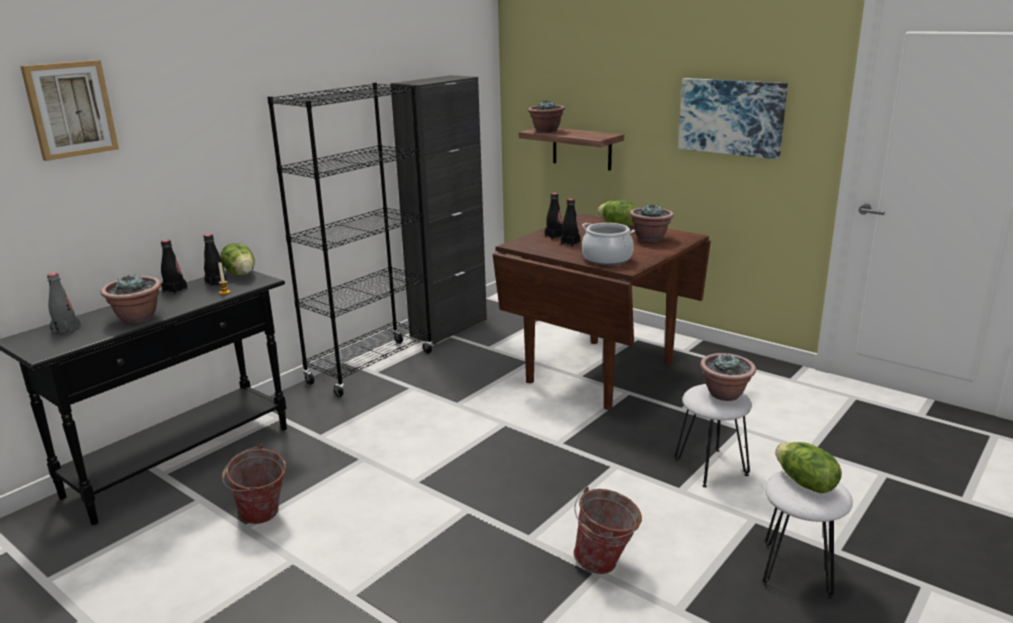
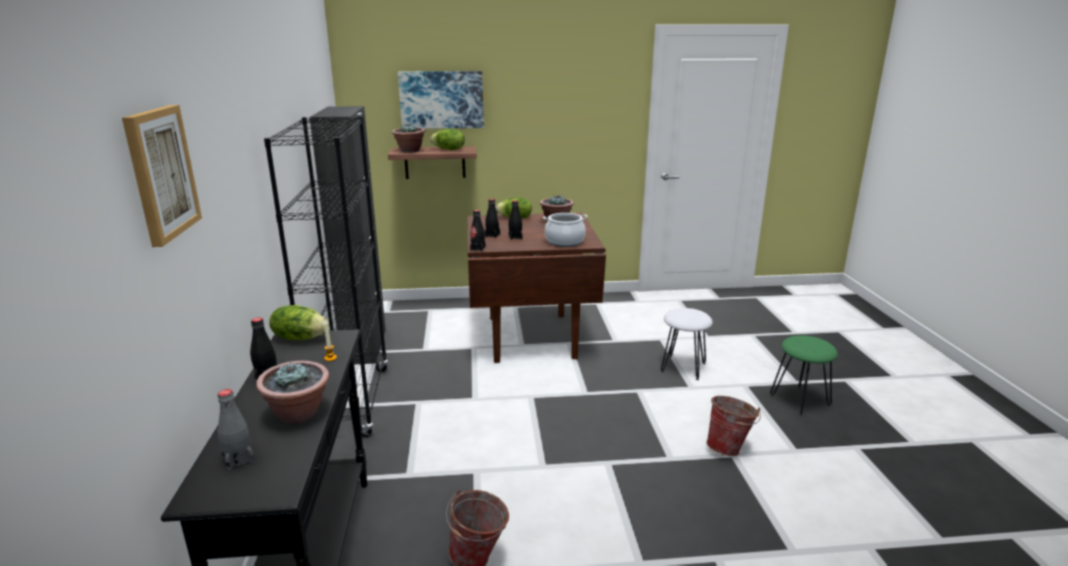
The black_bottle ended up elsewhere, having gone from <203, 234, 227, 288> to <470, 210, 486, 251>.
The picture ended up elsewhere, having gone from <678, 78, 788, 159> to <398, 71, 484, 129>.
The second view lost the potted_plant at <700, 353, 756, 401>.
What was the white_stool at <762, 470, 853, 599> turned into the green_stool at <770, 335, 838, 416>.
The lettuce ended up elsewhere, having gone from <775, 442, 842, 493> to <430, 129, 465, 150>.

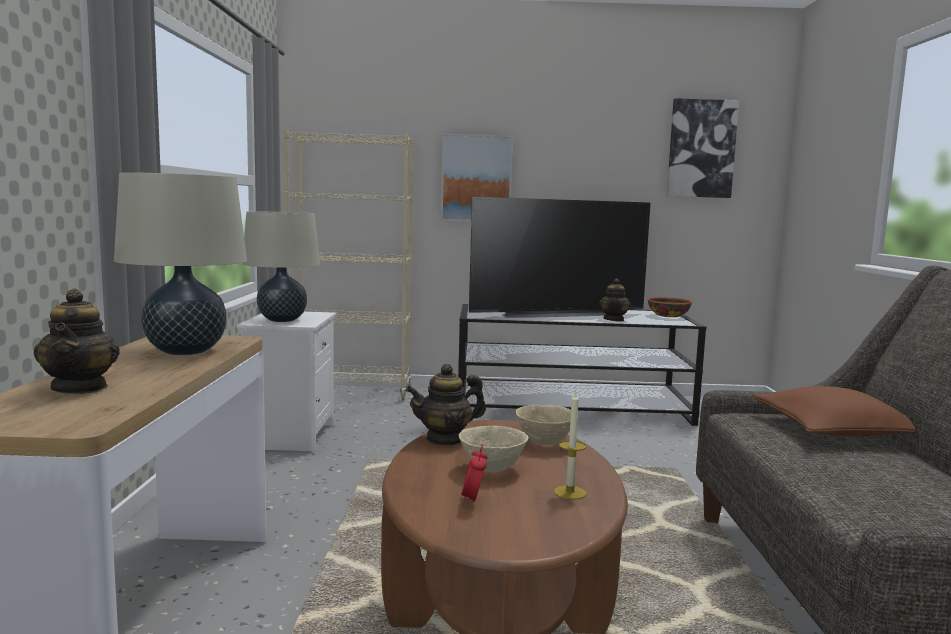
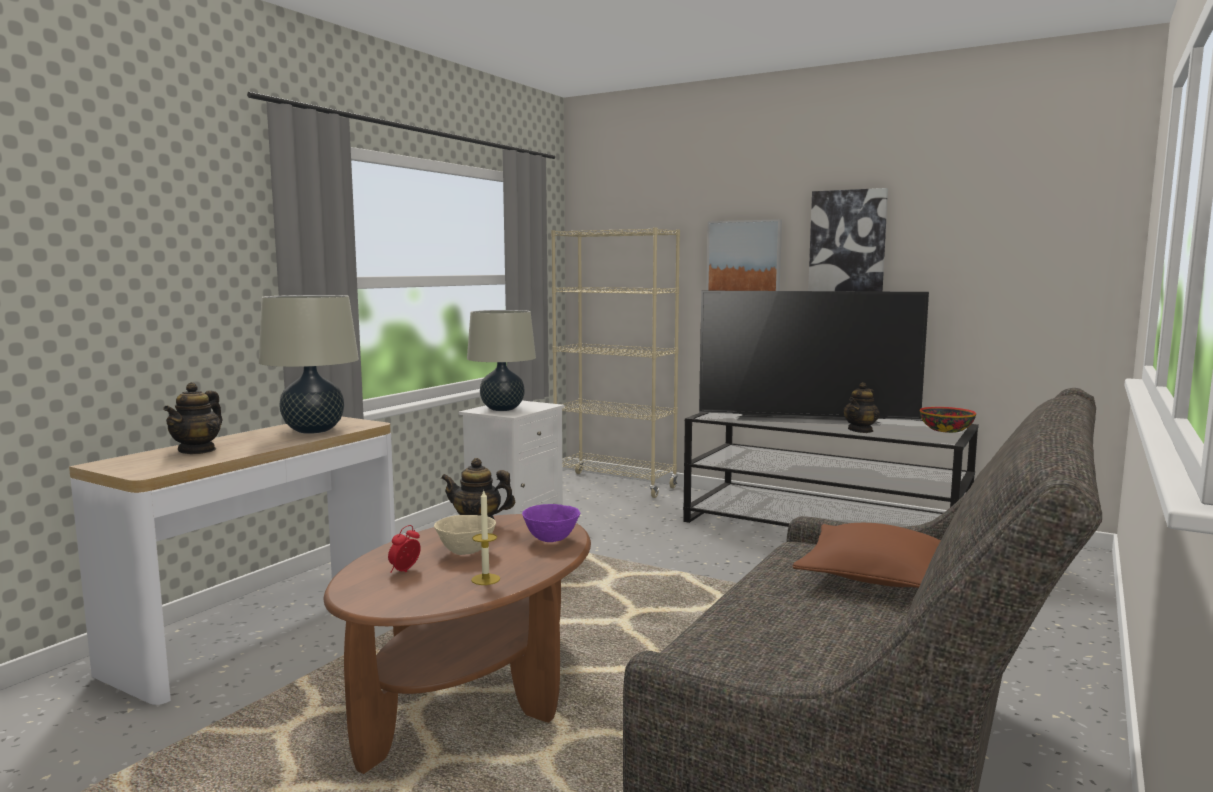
What was the beige_bowl at <516, 405, 571, 445> turned into the purple_bowl at <522, 504, 580, 542>.
The picture ended up elsewhere, having gone from <667, 98, 739, 198> to <808, 188, 888, 292>.

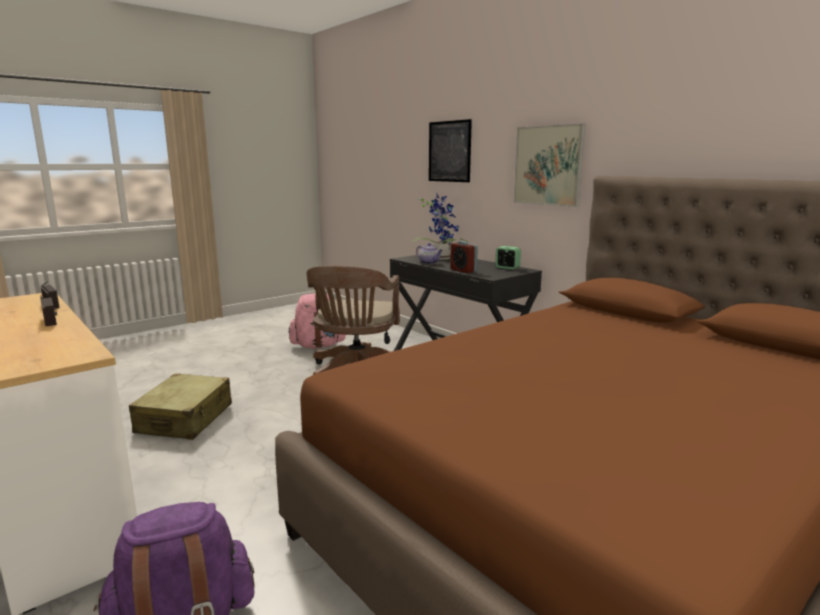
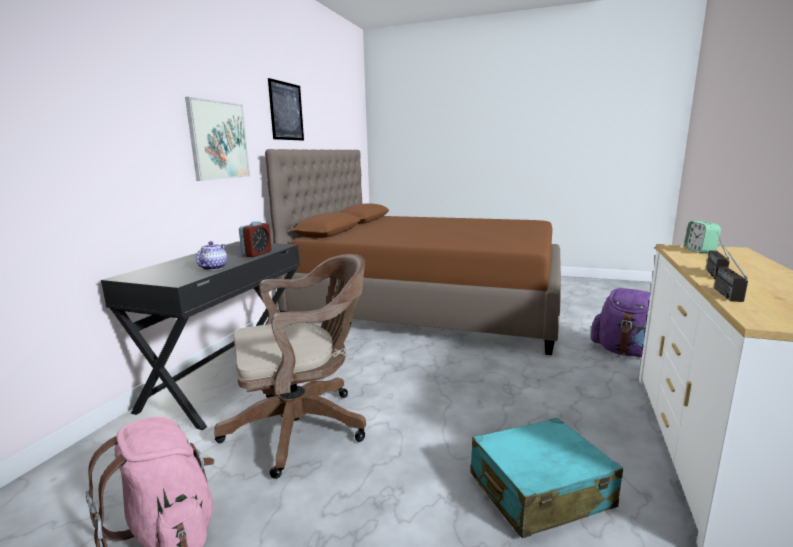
What was the beige_suitcase at <129, 373, 232, 440> turned into the turquoise_suitcase at <470, 418, 623, 538>.
The second view lost the potted_plant at <410, 193, 468, 260>.
The picture ended up elsewhere, having gone from <429, 119, 472, 182> to <268, 78, 304, 141>.
The alarm_clock ended up elsewhere, having gone from <496, 246, 521, 270> to <684, 221, 721, 254>.

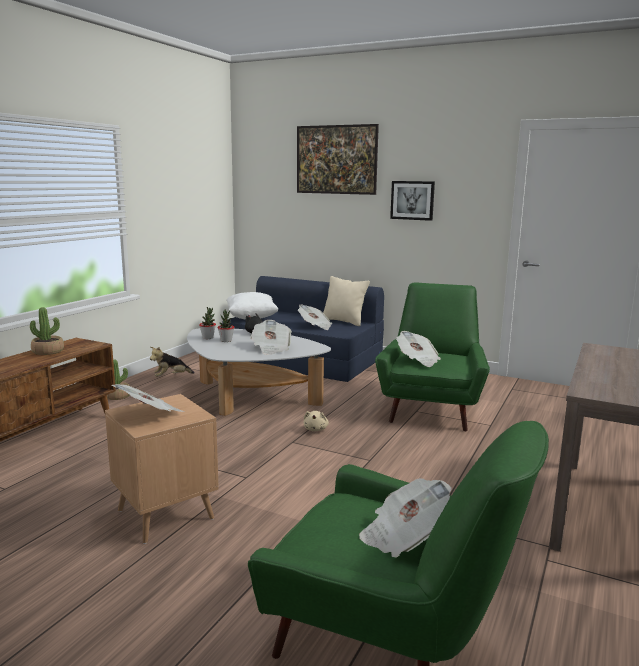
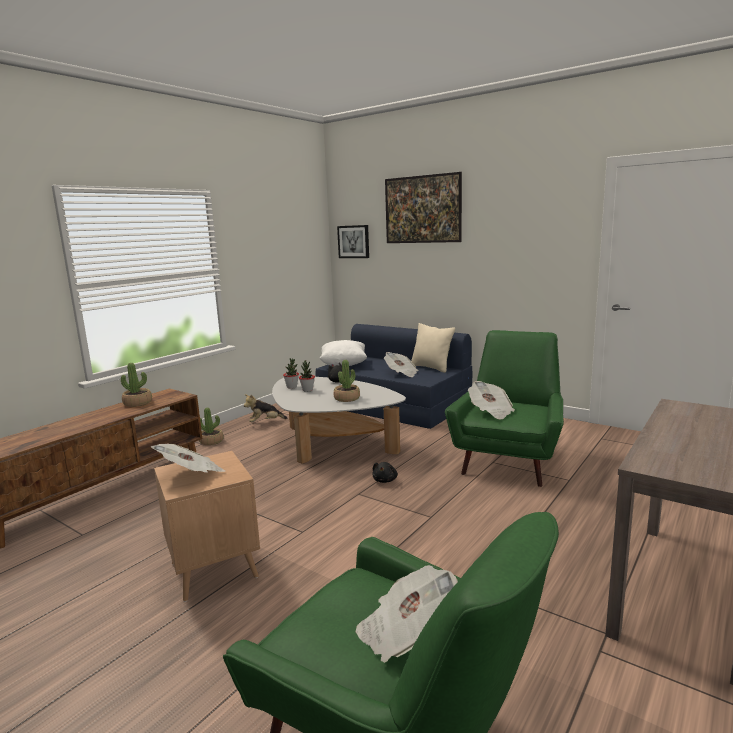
Where the newspaper stood at <250, 320, 292, 355>, the potted_plant came to stand at <334, 360, 360, 402>.
What was the beige_plush_toy at <304, 411, 329, 431> turned into the black_plush_toy at <372, 462, 398, 483>.
The picture ended up elsewhere, having gone from <390, 181, 435, 221> to <337, 225, 369, 258>.

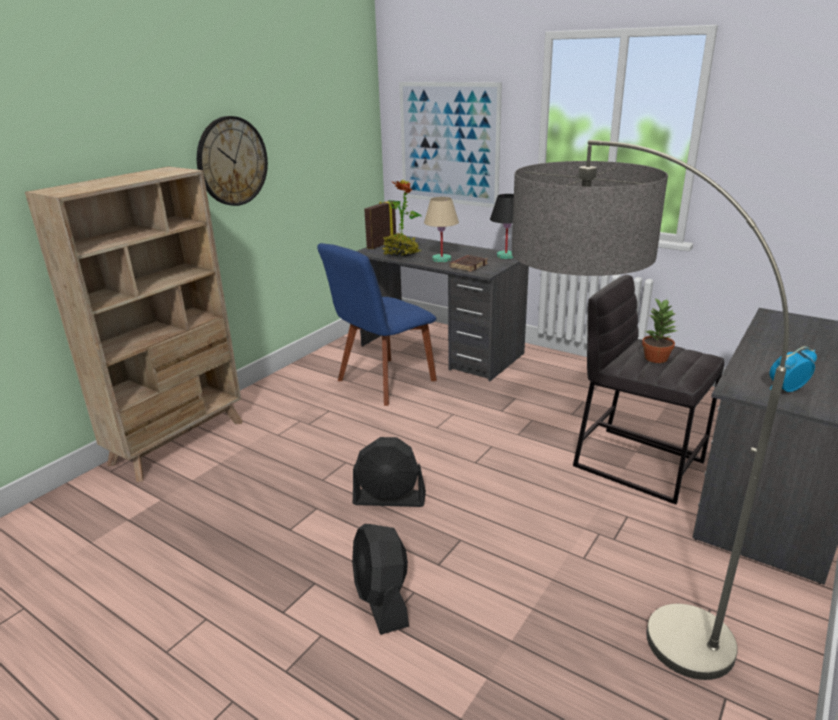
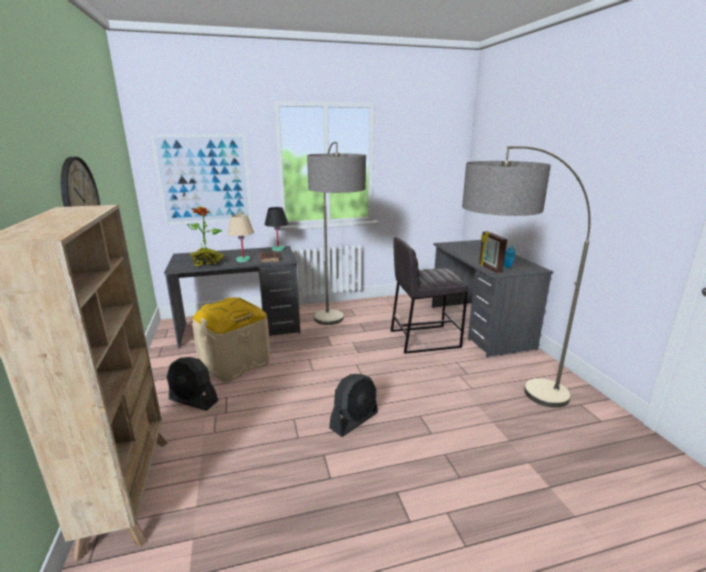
Where the blue_chair stood at <317, 243, 437, 406>, the beige_storage_box came to stand at <192, 297, 271, 381>.
The black_fan ended up elsewhere, having gone from <352, 524, 409, 635> to <167, 357, 218, 411>.
The picture_frame ended up elsewhere, having gone from <364, 201, 396, 249> to <479, 231, 507, 274>.
The second view lost the potted_plant at <642, 299, 678, 363>.
The second view gained the floor_lamp at <307, 142, 366, 325>.

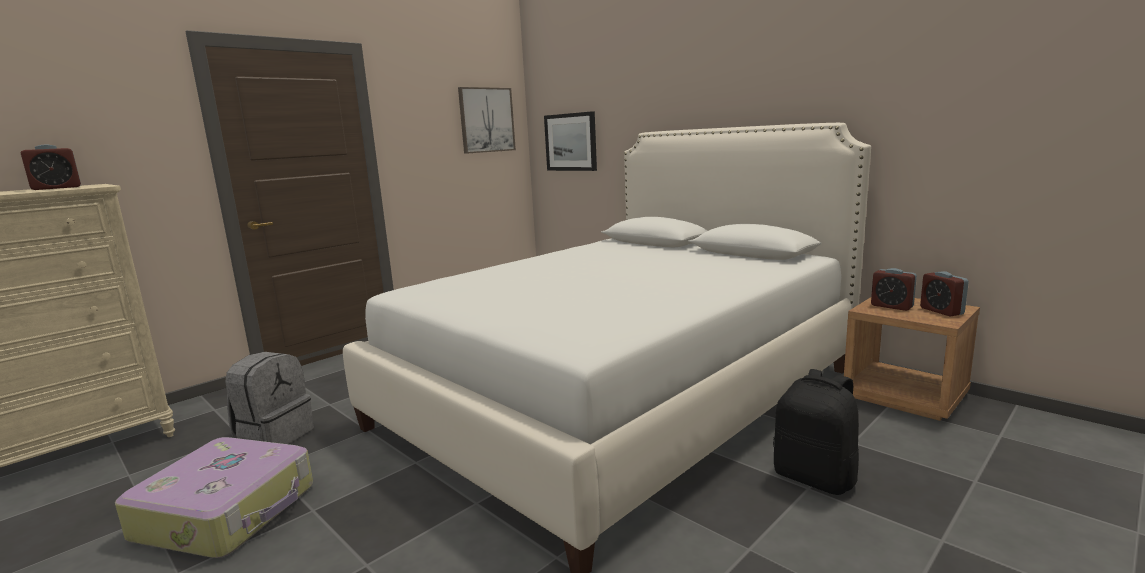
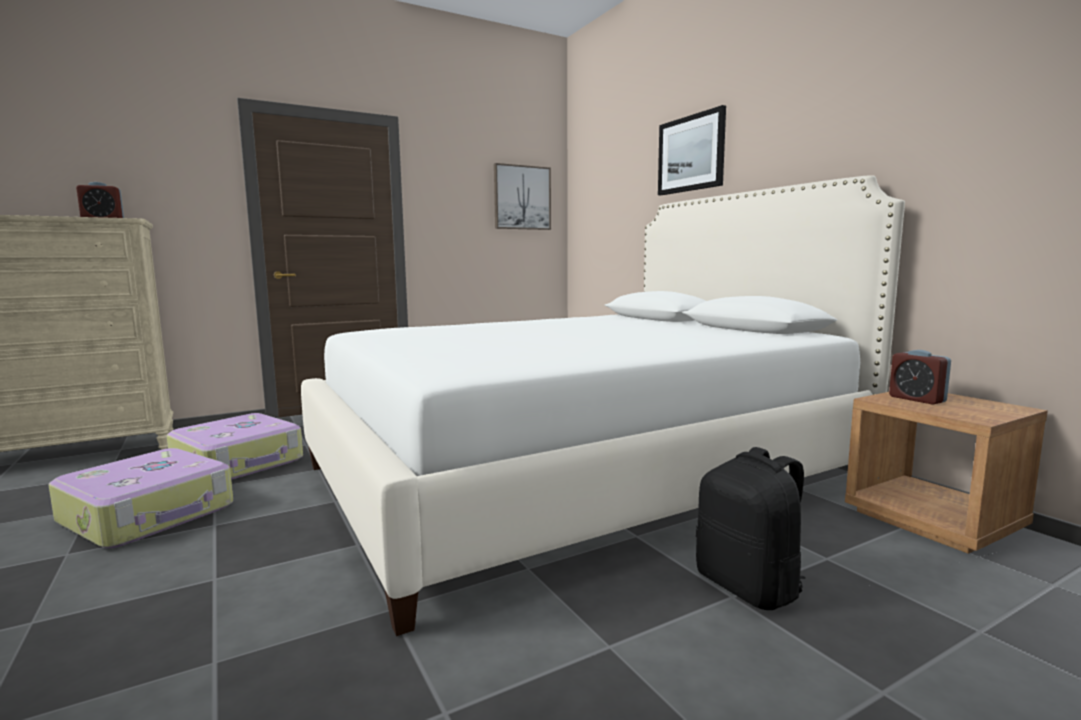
Where the grey_backpack stood at <225, 352, 314, 444>, the suitcase came to stand at <167, 413, 303, 480>.
The picture ended up elsewhere, having gone from <544, 111, 597, 171> to <658, 105, 726, 195>.
The second view lost the alarm_clock at <920, 271, 969, 316>.

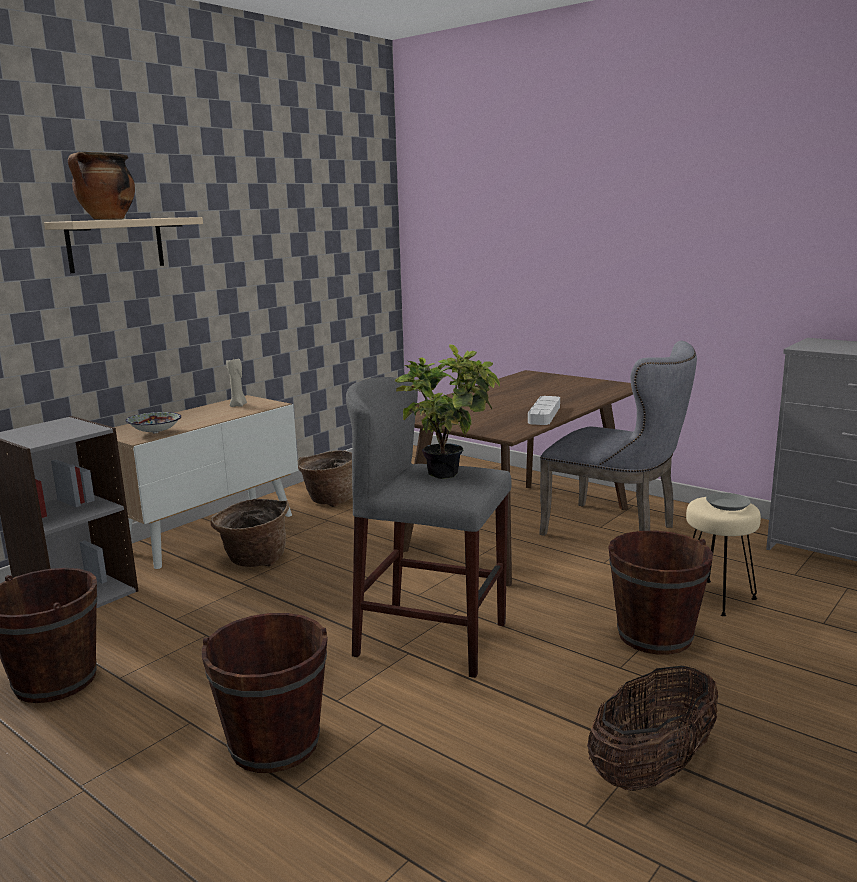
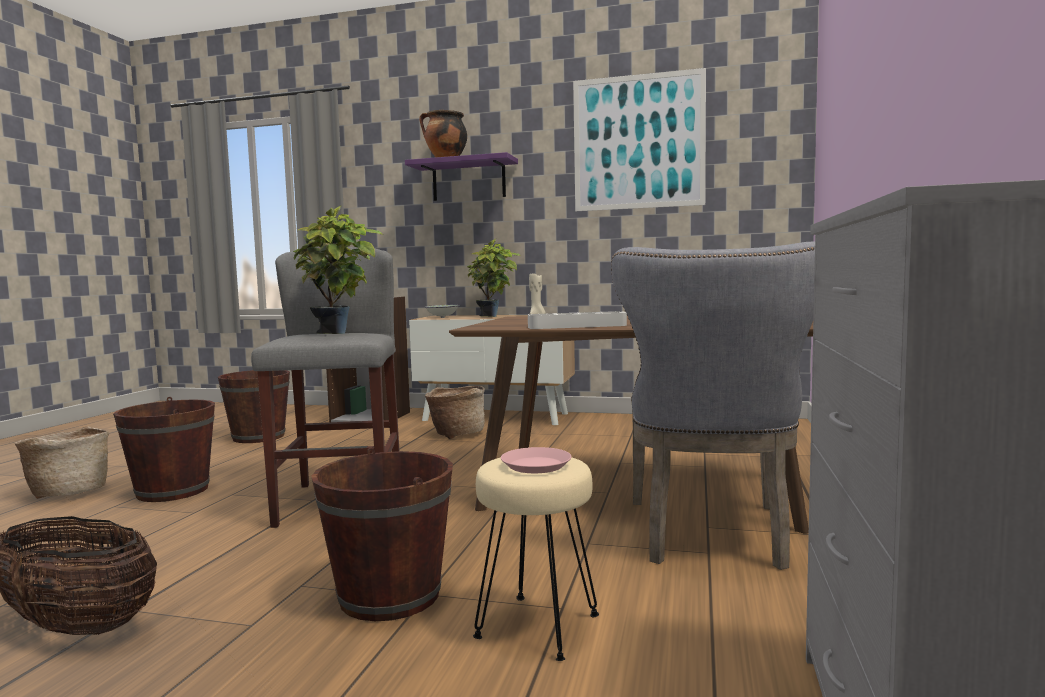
What was the beige_shelf at <44, 217, 203, 273> turned into the purple_shelf at <405, 152, 518, 201>.
The basket ended up elsewhere, having gone from <298, 450, 353, 507> to <14, 426, 109, 499>.
What was the grey_plate at <706, 493, 751, 511> turned into the pink_plate at <501, 447, 572, 473>.
The second view gained the potted_plant at <467, 239, 521, 317>.
The second view gained the picture at <573, 68, 706, 211>.

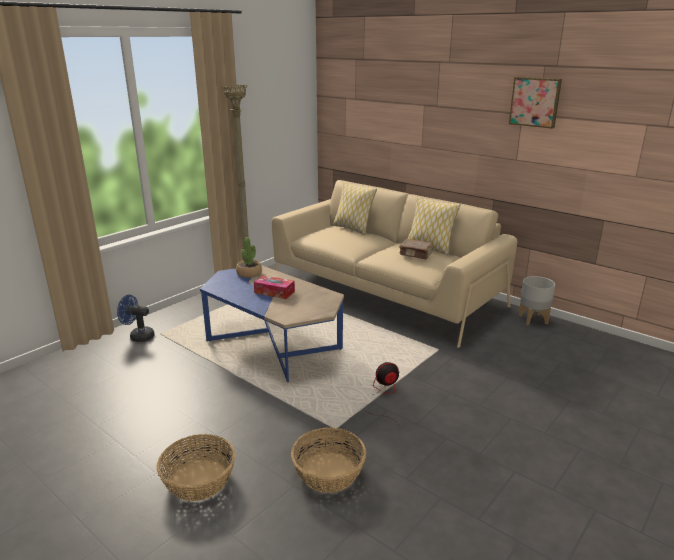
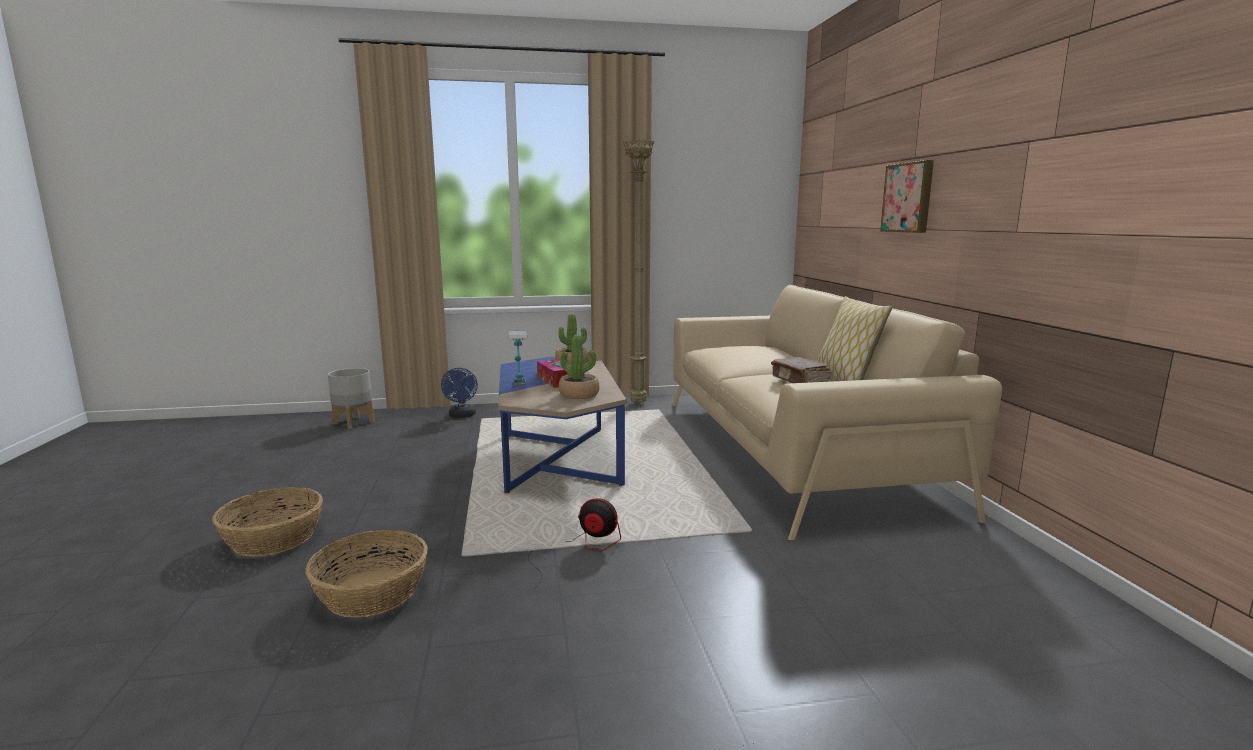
The blue_fan at <117, 295, 155, 342> ended up facing another way, 150 degrees counterclockwise from before.
The second view lost the pillow at <333, 181, 377, 235>.
The picture ended up elsewhere, having gone from <509, 77, 562, 129> to <880, 160, 934, 233>.
The grey_planter ended up elsewhere, having gone from <519, 276, 555, 325> to <328, 368, 374, 429>.
The second view gained the table_lamp at <508, 331, 527, 386>.
The second view gained the potted_plant at <559, 335, 600, 399>.

